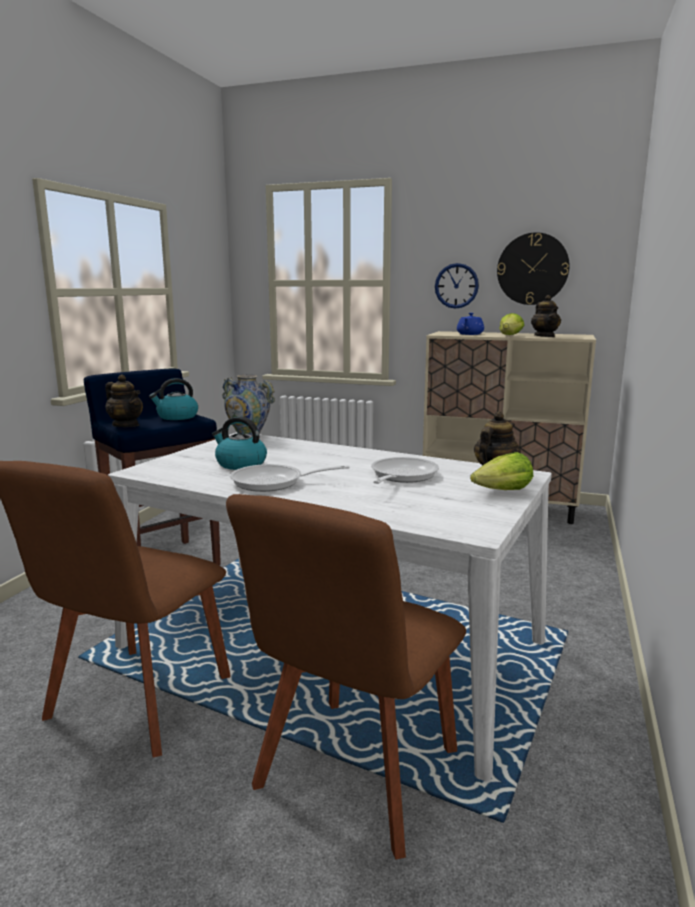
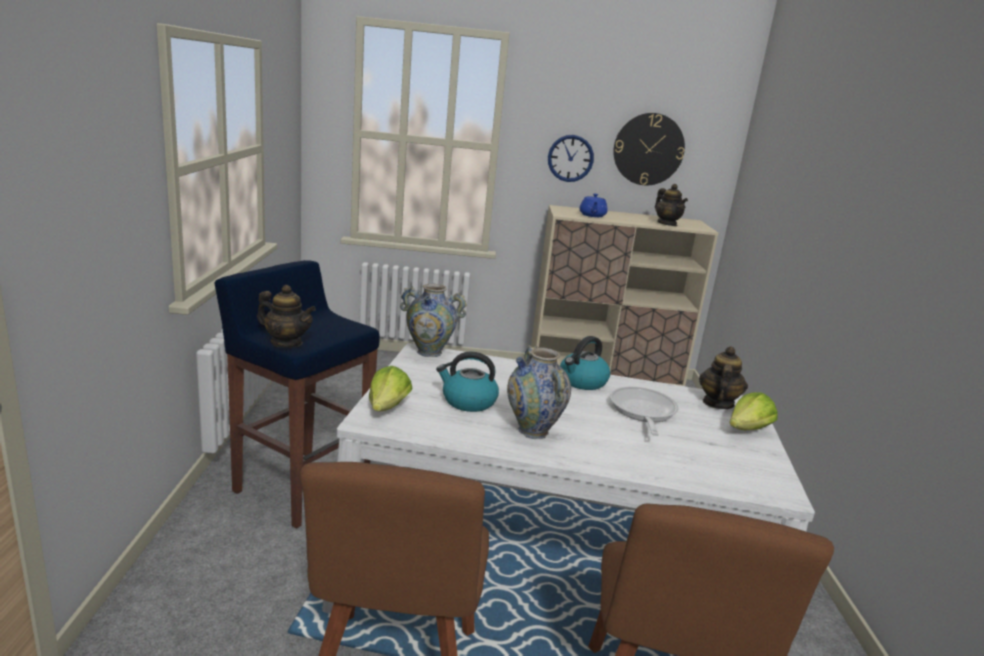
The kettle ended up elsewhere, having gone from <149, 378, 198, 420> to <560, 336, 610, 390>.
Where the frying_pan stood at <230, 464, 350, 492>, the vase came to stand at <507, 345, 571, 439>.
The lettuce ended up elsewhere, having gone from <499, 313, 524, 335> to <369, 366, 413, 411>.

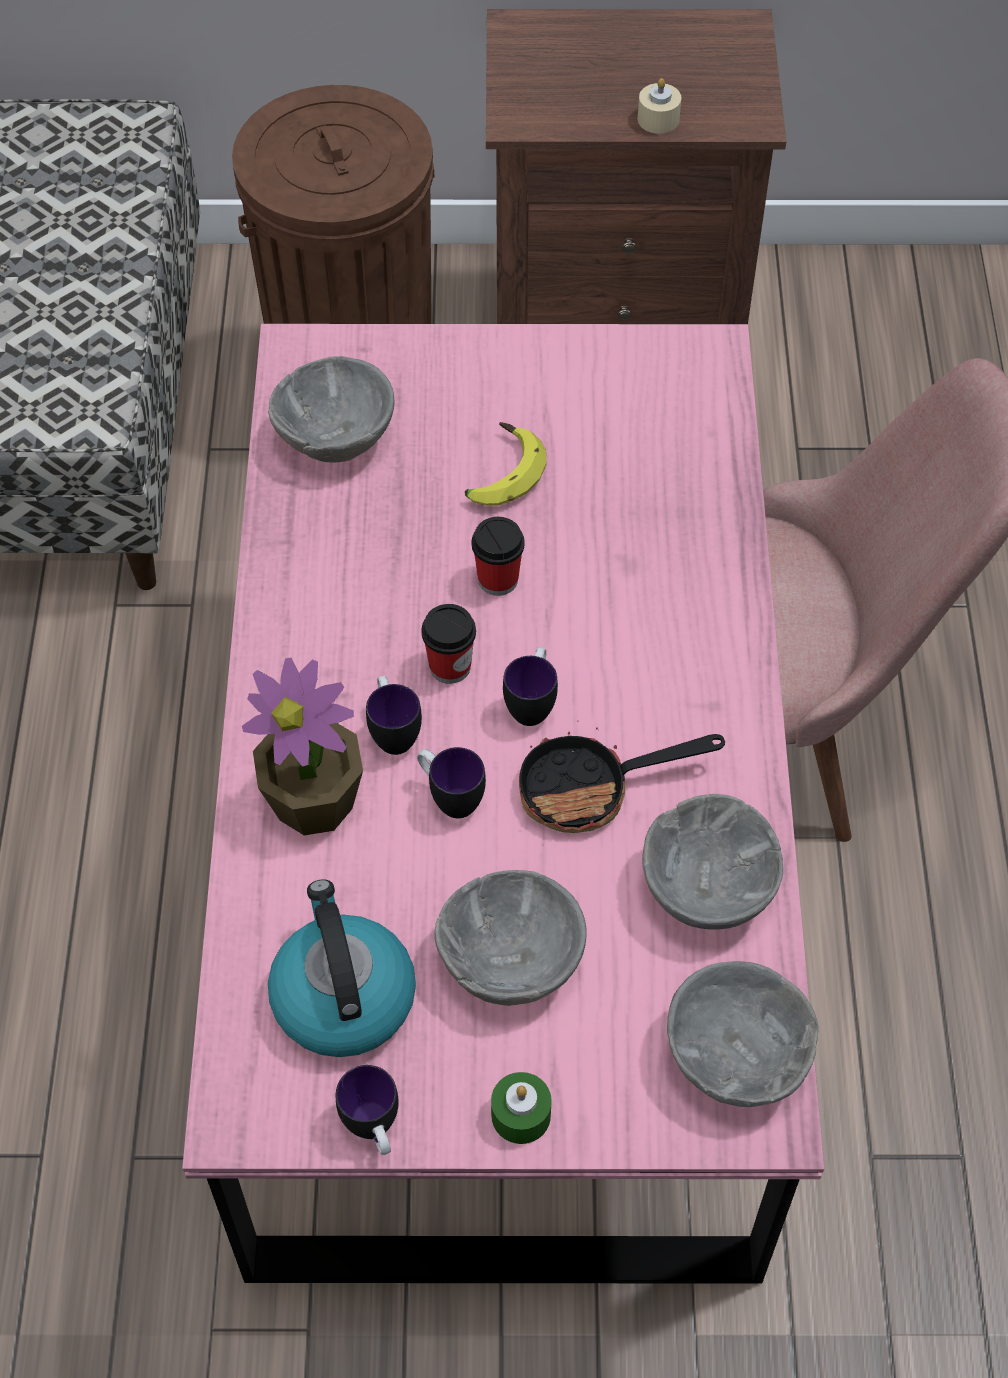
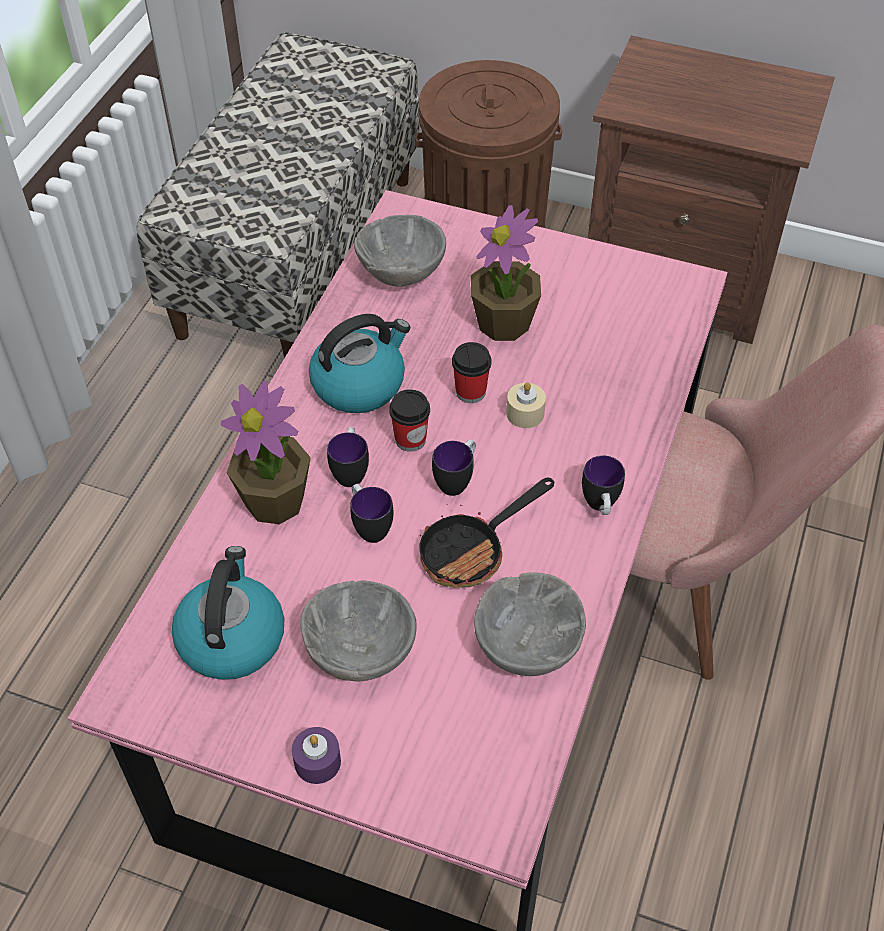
The mug ended up elsewhere, having gone from <336, 1065, 399, 1155> to <582, 455, 625, 515>.
Where the banana stood at <465, 422, 546, 506>, the potted_plant came to stand at <471, 205, 541, 341>.
What was the green_candle at <491, 1072, 552, 1144> turned into the purple_candle at <292, 727, 341, 784>.
The frying_pan at <519, 727, 725, 833> ended up facing another way, 45 degrees counterclockwise from before.
The beige_candle ended up elsewhere, having gone from <638, 78, 681, 134> to <506, 382, 546, 428>.
The second view lost the grey_bowl at <667, 961, 819, 1107>.
The second view gained the kettle at <309, 314, 410, 413>.

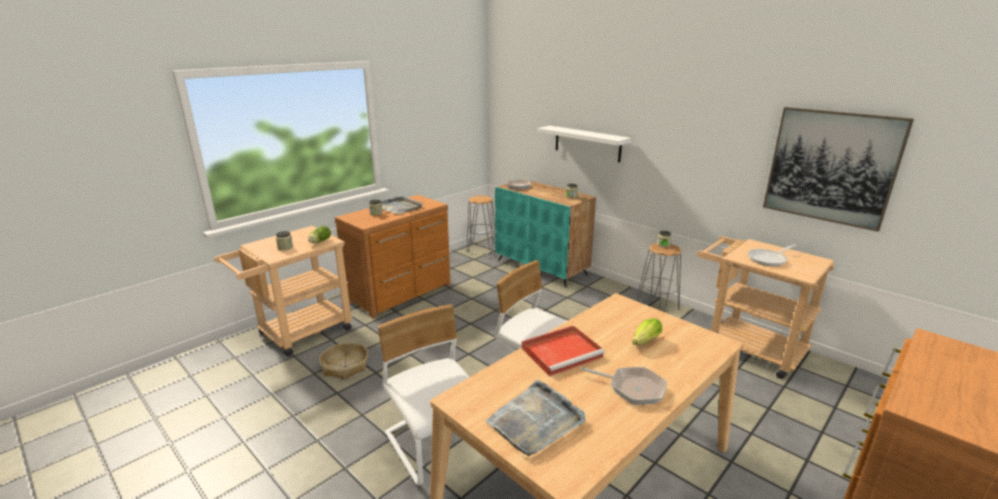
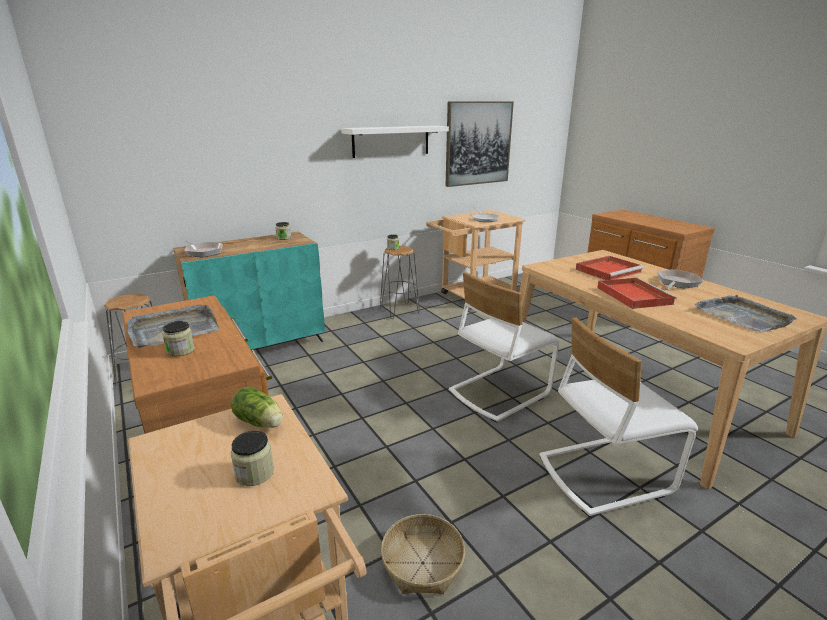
The white_shelf ended up elsewhere, having gone from <537, 126, 631, 162> to <341, 126, 449, 158>.
Where the lettuce stood at <632, 318, 662, 345>, the red_tray came to stand at <576, 256, 644, 280>.

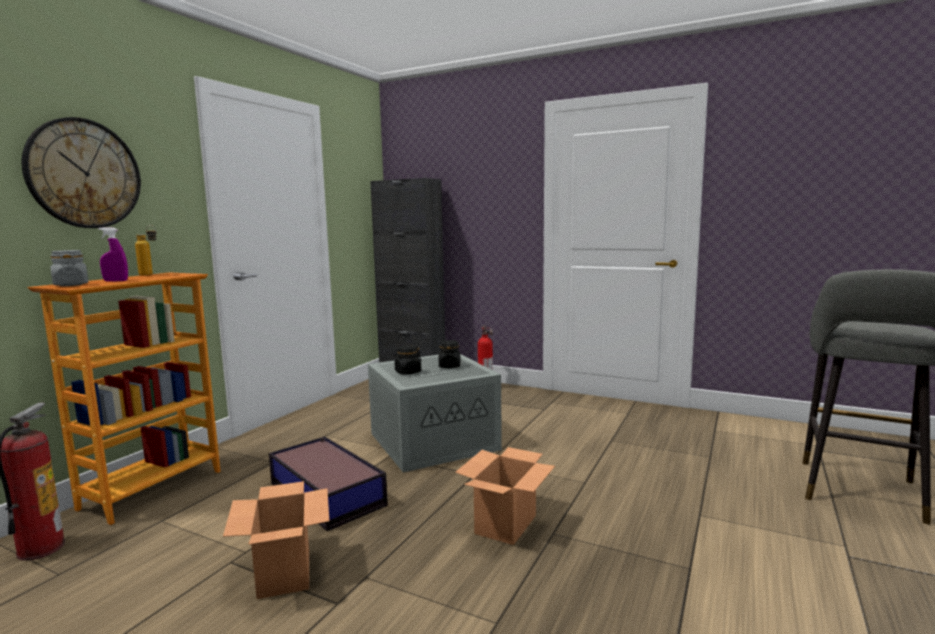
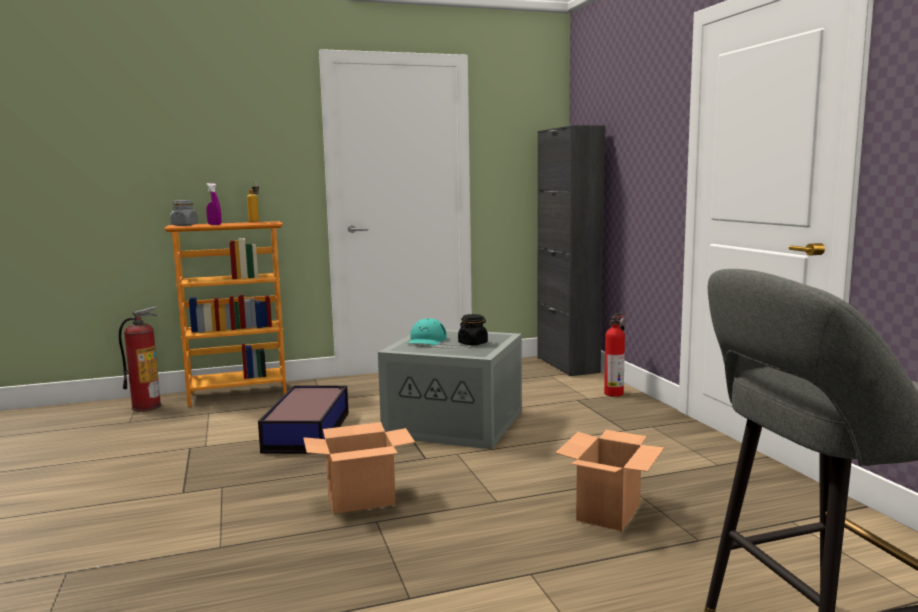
The second view lost the wall_clock at <22, 117, 141, 228>.
The cardboard_box ended up elsewhere, having gone from <223, 481, 329, 599> to <555, 430, 664, 531>.
Where the black_jar stood at <393, 345, 422, 375>, the turquoise_cap came to stand at <407, 318, 447, 345>.

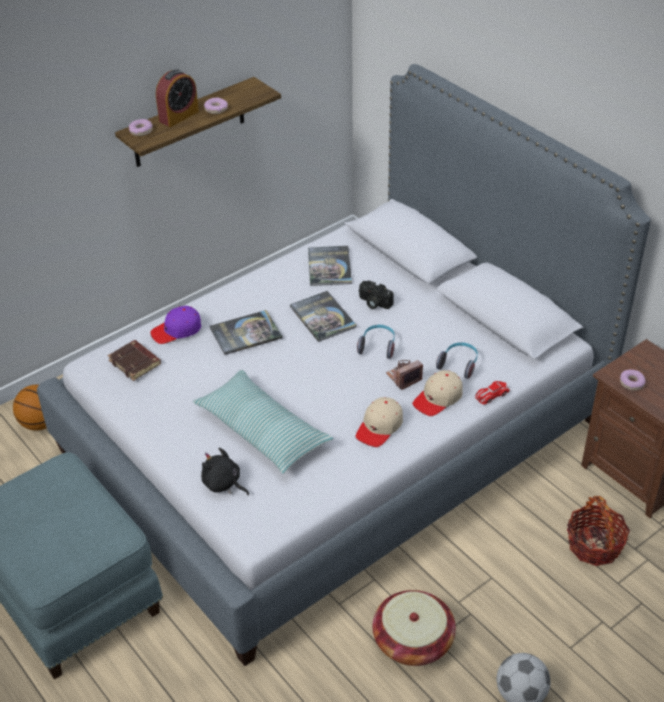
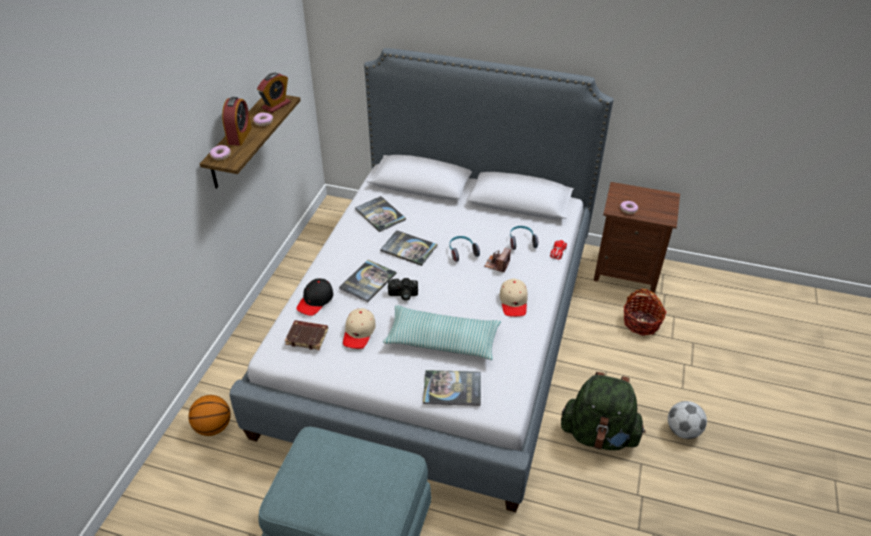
What was the purple_cap at <150, 306, 201, 344> turned into the black_cap at <296, 278, 333, 316>.
Where the black_plush_toy stood at <201, 448, 249, 495>, the book came to stand at <423, 370, 481, 406>.
The photo_camera ended up elsewhere, having gone from <359, 280, 394, 309> to <388, 278, 418, 301>.
Where the basket stood at <372, 590, 456, 666>, the green_backpack came to stand at <561, 372, 646, 450>.
The beige_cap ended up elsewhere, having gone from <413, 370, 463, 416> to <343, 308, 376, 349>.
The second view gained the alarm_clock at <257, 72, 291, 113>.

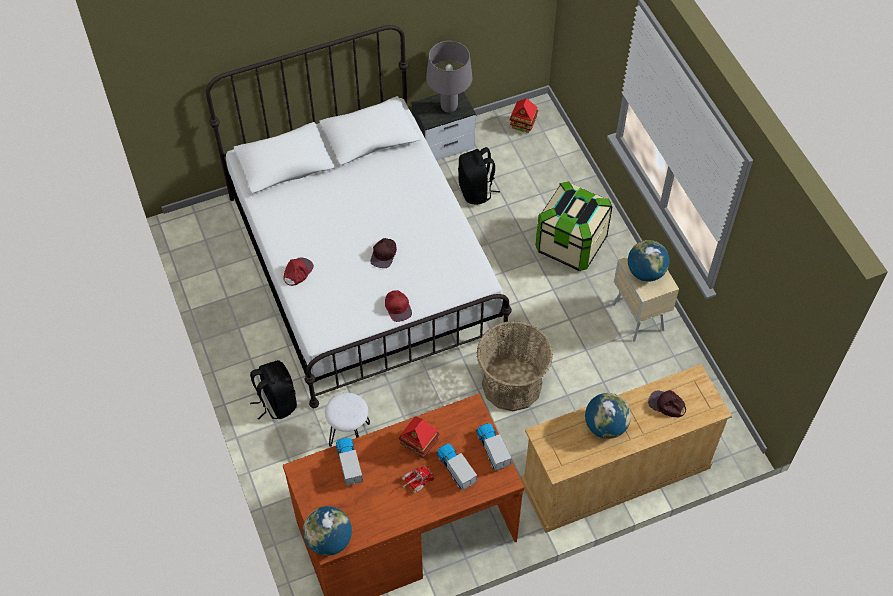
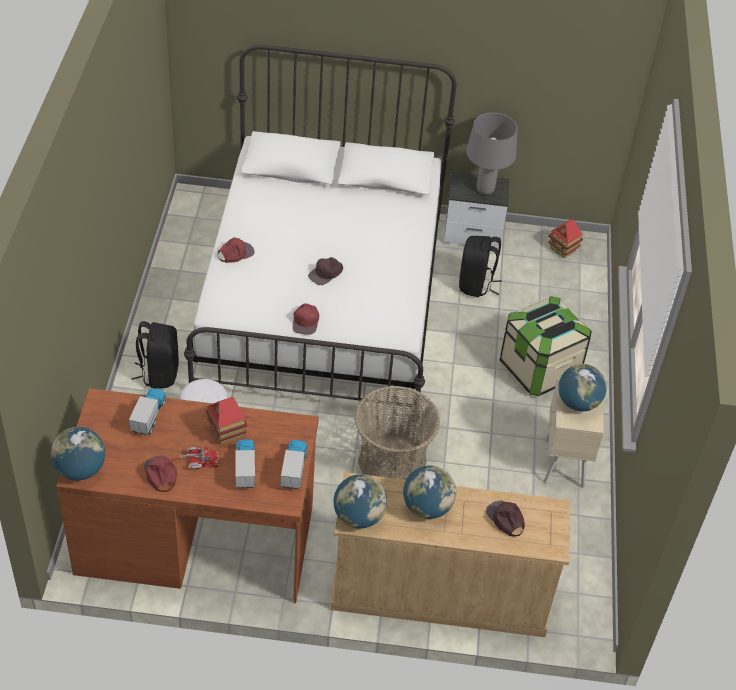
The second view gained the red_cap at <144, 456, 177, 492>.
The second view gained the globe at <333, 475, 387, 529>.

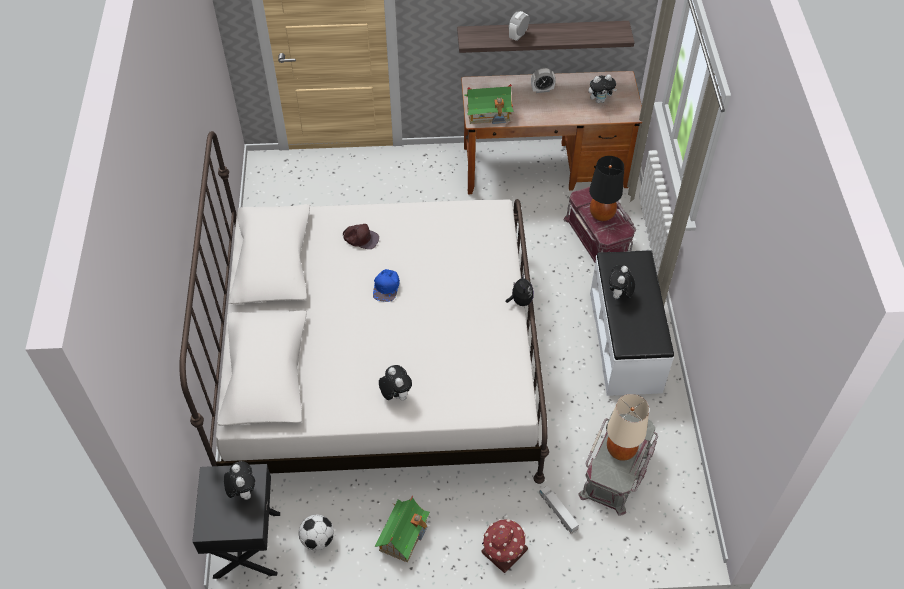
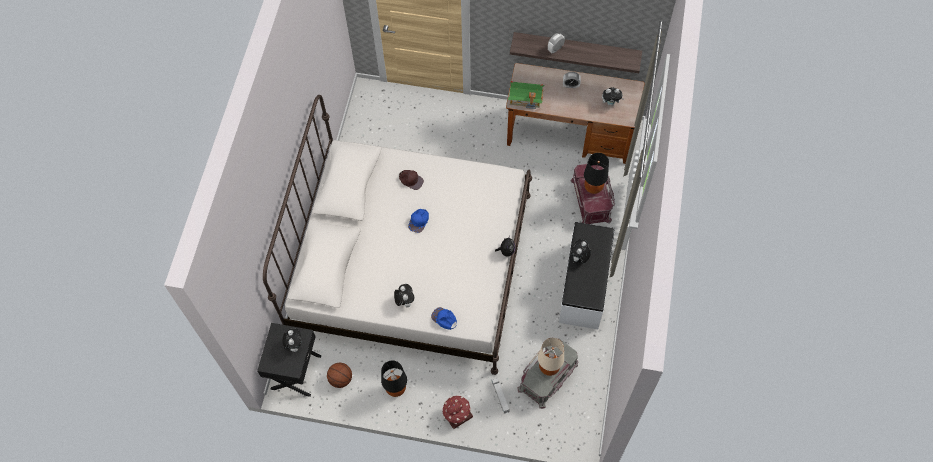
Where the football stood at <299, 515, 334, 550>, the basketball came to stand at <327, 363, 352, 388>.
Where the toy_house stood at <374, 496, 430, 562>, the black_table_lamp came to stand at <381, 360, 407, 397>.
The second view gained the blue_cap at <431, 307, 457, 330>.

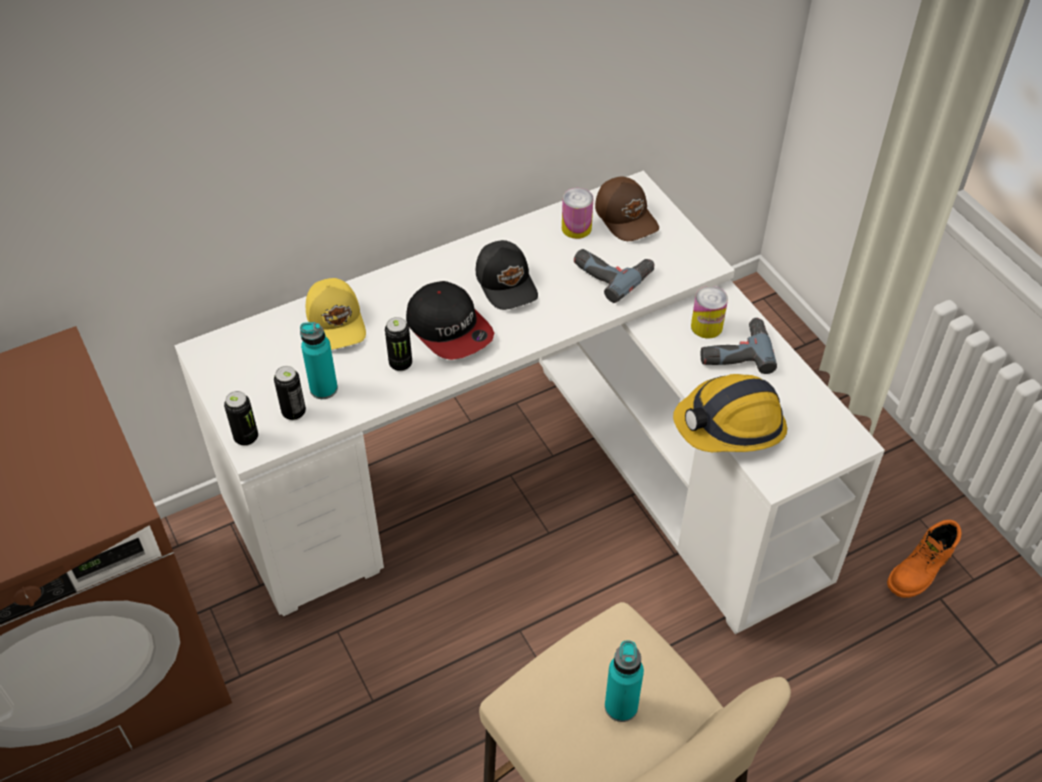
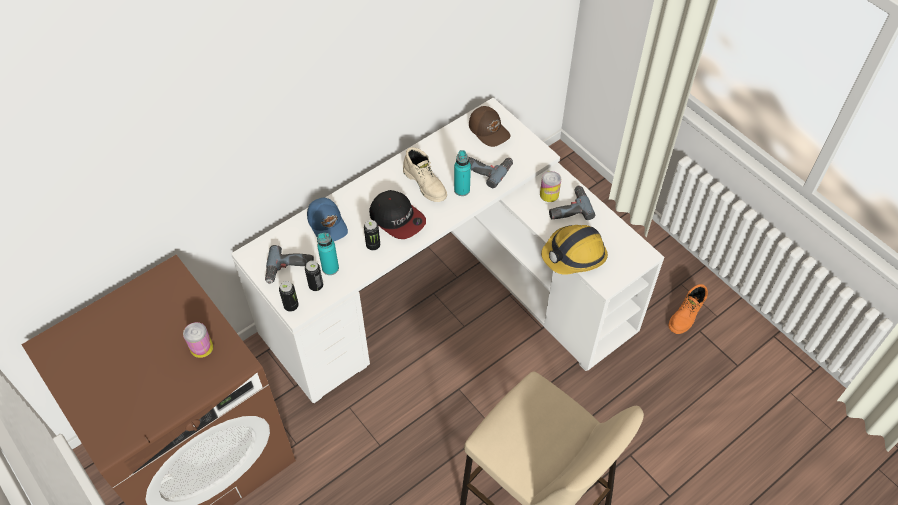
What was the yellow_cap at <306, 278, 366, 350> turned into the blue_cap at <307, 198, 348, 241>.
Where the black_cap stood at <476, 240, 538, 310>, the beige_boot came to stand at <403, 147, 447, 202>.
The can ended up elsewhere, having gone from <562, 188, 593, 239> to <183, 322, 213, 358>.
The turquoise_bottle ended up elsewhere, having gone from <605, 640, 644, 722> to <454, 150, 471, 196>.
The second view gained the power_drill at <265, 245, 314, 284>.

